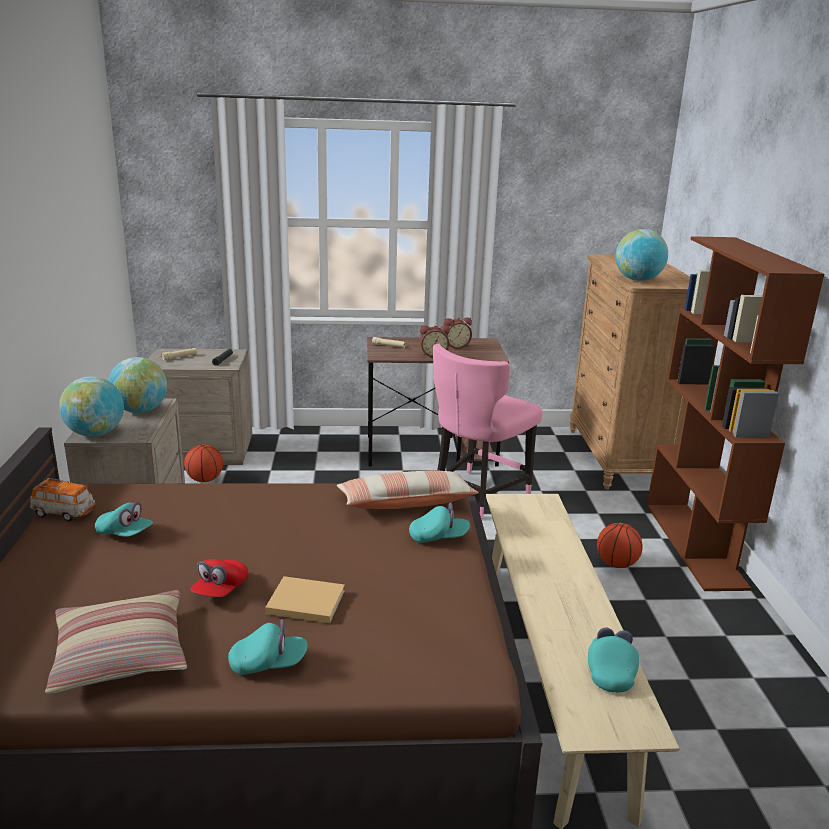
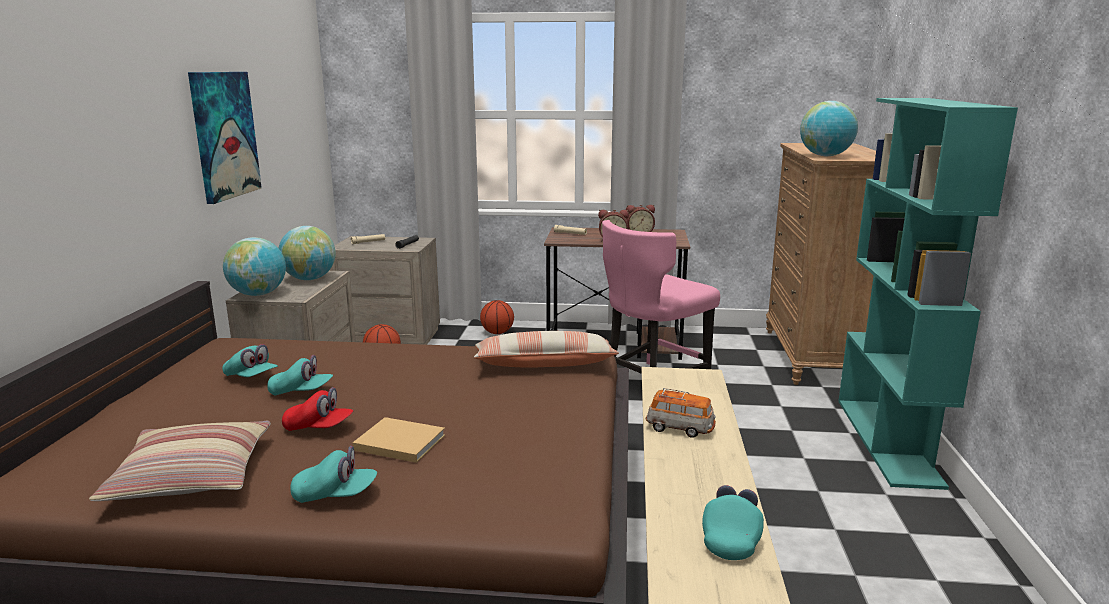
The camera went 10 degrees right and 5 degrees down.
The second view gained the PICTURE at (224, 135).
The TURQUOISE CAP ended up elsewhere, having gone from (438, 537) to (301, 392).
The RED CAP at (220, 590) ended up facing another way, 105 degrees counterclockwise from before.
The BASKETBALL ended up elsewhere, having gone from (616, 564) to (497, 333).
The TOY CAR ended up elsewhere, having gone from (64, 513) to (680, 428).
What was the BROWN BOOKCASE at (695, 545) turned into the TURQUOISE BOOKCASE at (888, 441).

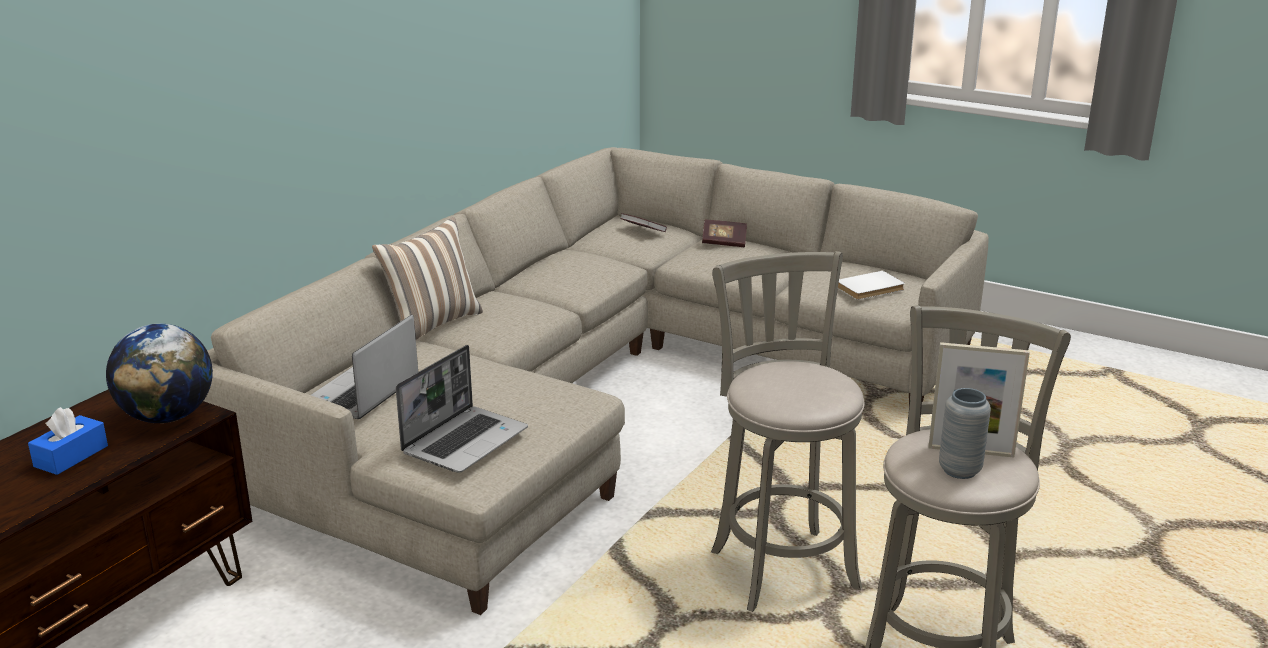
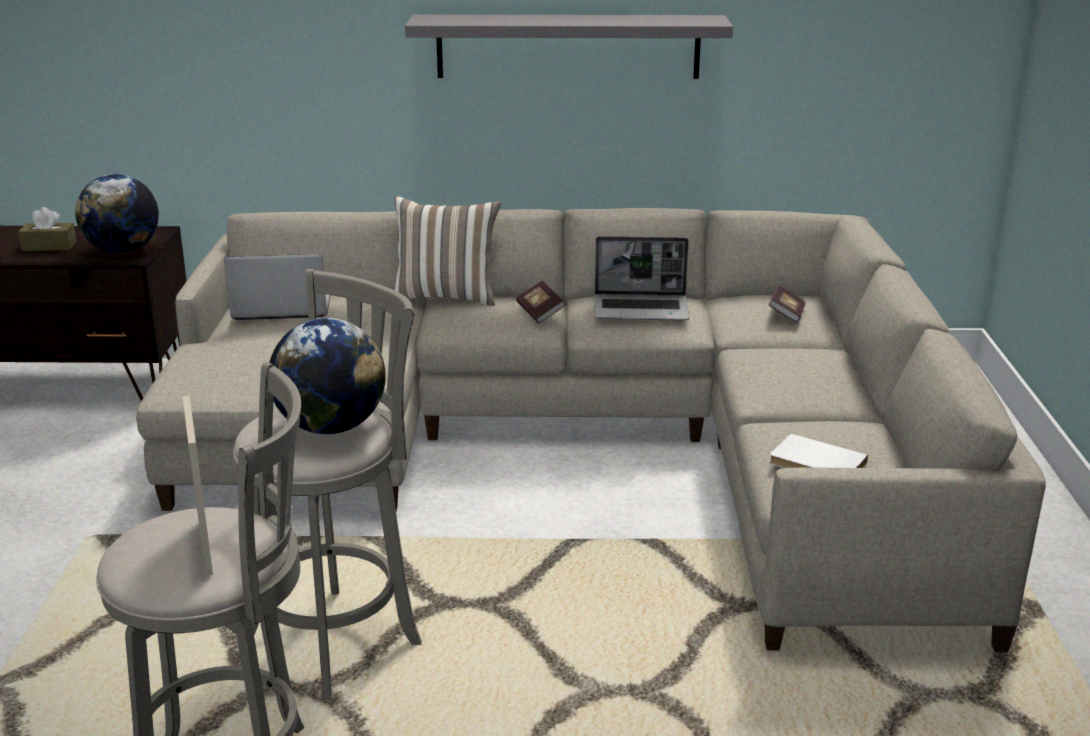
The camera went 60 degrees right and 0 degrees up.
What was the BLUE TISSUE BOX at (71, 456) turned into the BROWN TISSUE BOX at (49, 246).
The second view gained the GLOBE at (331, 427).
The second view gained the GREY SHELF at (568, 46).
The BOOK ended up elsewhere, having gone from (724, 242) to (540, 313).
The LAPTOP ended up elsewhere, having gone from (465, 441) to (642, 309).
The second view lost the GREY VASE at (959, 470).

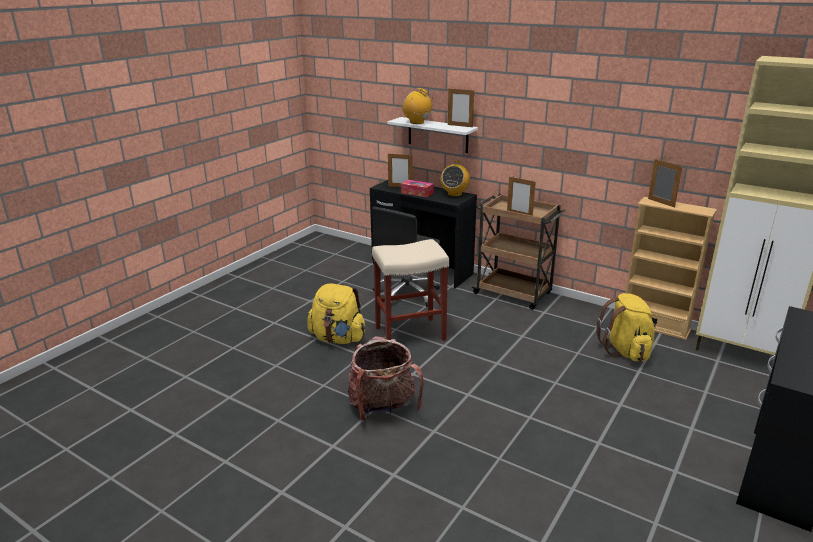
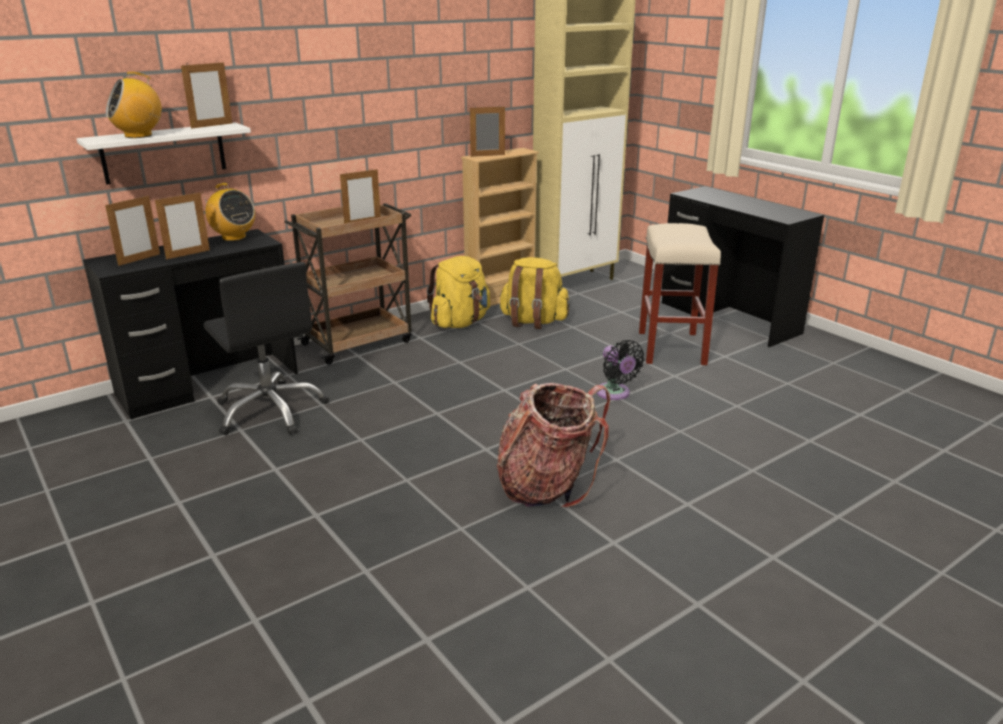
The camera went 70 degrees left and 0 degrees up.
Where the TISSUE BOX stood at (417, 193), the PICTURE FRAME came to stand at (188, 254).
The YELLOW BACKPACK ended up elsewhere, having gone from (338, 338) to (460, 323).
The second view gained the BLACK FAN at (615, 394).
The BEIGE STOOL ended up elsewhere, having gone from (411, 333) to (670, 347).

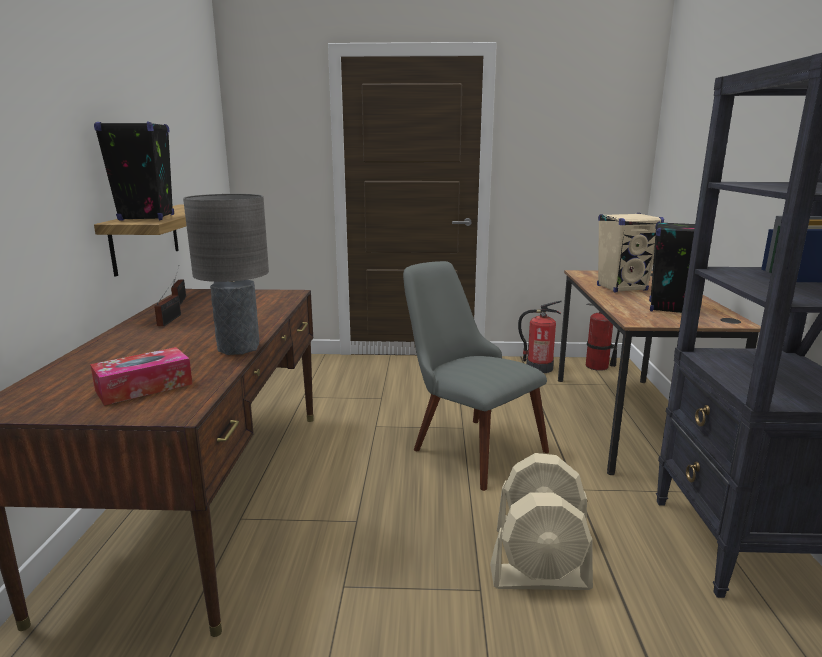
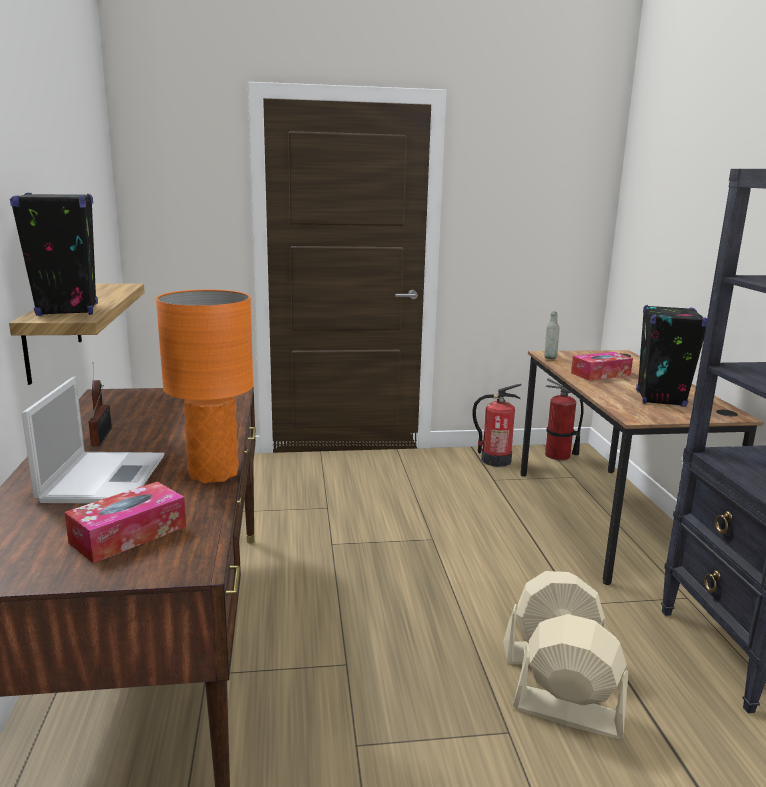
The camera went 10 degrees left and 0 degrees up.
The second view gained the LAPTOP at (104, 477).
What was the GREY TABLE LAMP at (239, 348) turned into the ORANGE TABLE LAMP at (213, 473).
The BEIGE FAN at (540, 578) ended up facing another way, 150 degrees counterclockwise from before.
The second view gained the GREY BOTTLE at (550, 358).
Where the BEIGE SPEAKER stood at (622, 288), the TISSUE BOX came to stand at (600, 374).
The second view lost the GREY CHAIR at (466, 445).

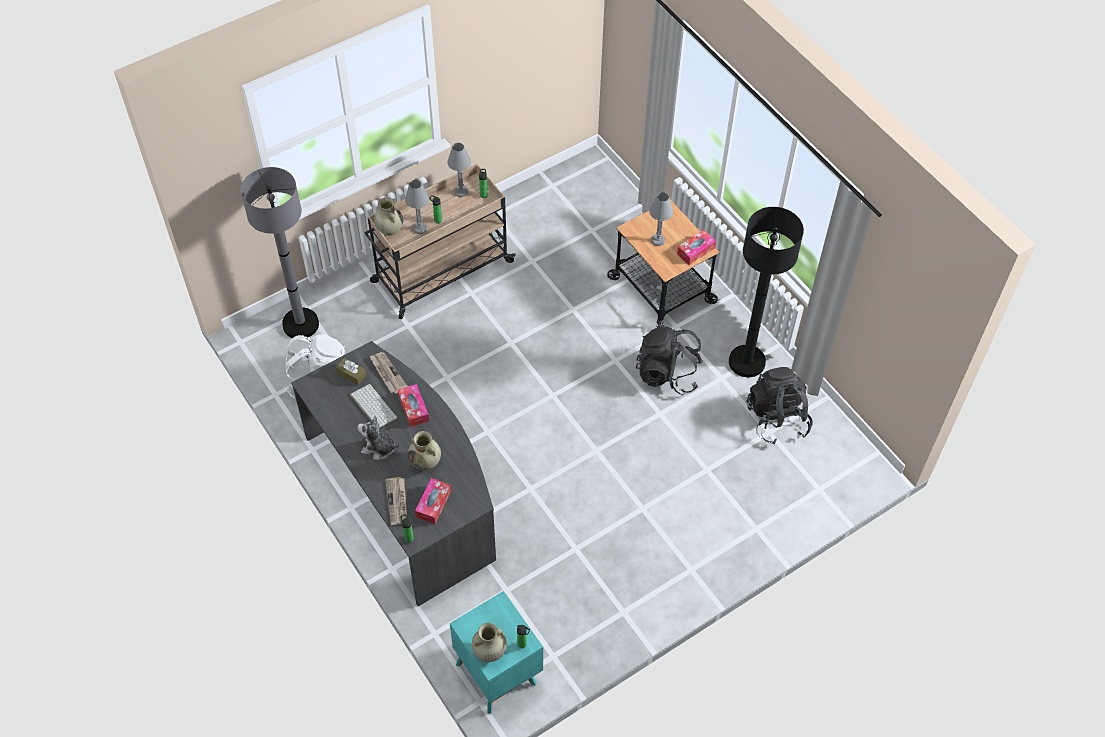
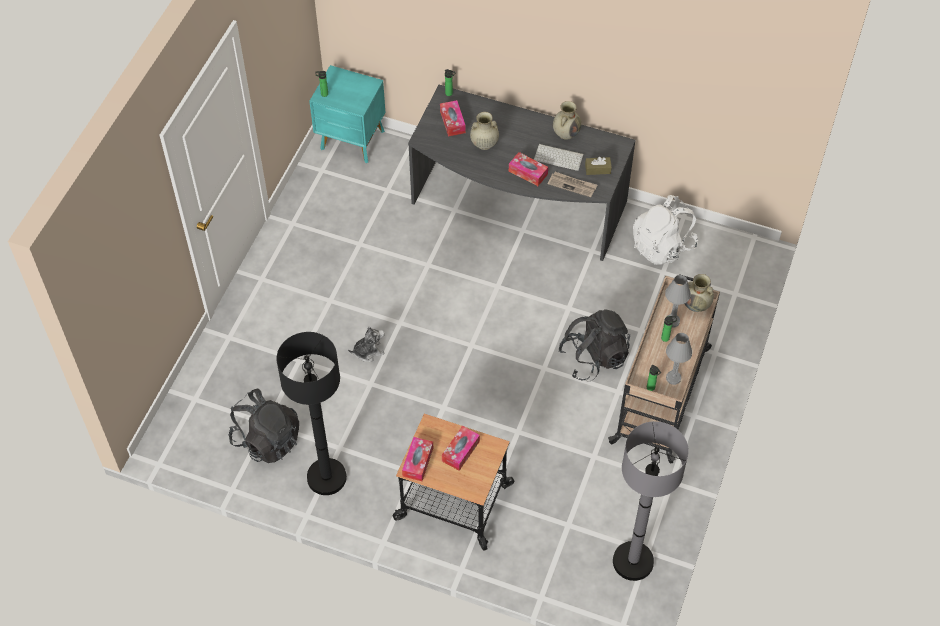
The camera went 145 degrees right and 0 degrees up.
The PLUSH TOY ended up elsewhere, having gone from (379, 448) to (368, 351).
Where the GREY TABLE LAMP stood at (658, 240), the TISSUE BOX came to stand at (460, 451).
The BEIGE VASE ended up elsewhere, having gone from (489, 651) to (566, 133).
The BLACK BACKPACK ended up elsewhere, having gone from (668, 373) to (594, 357).
The GREY FLOOR LAMP ended up elsewhere, having gone from (300, 324) to (633, 561).
The second view lost the NEWSPAPER at (397, 502).

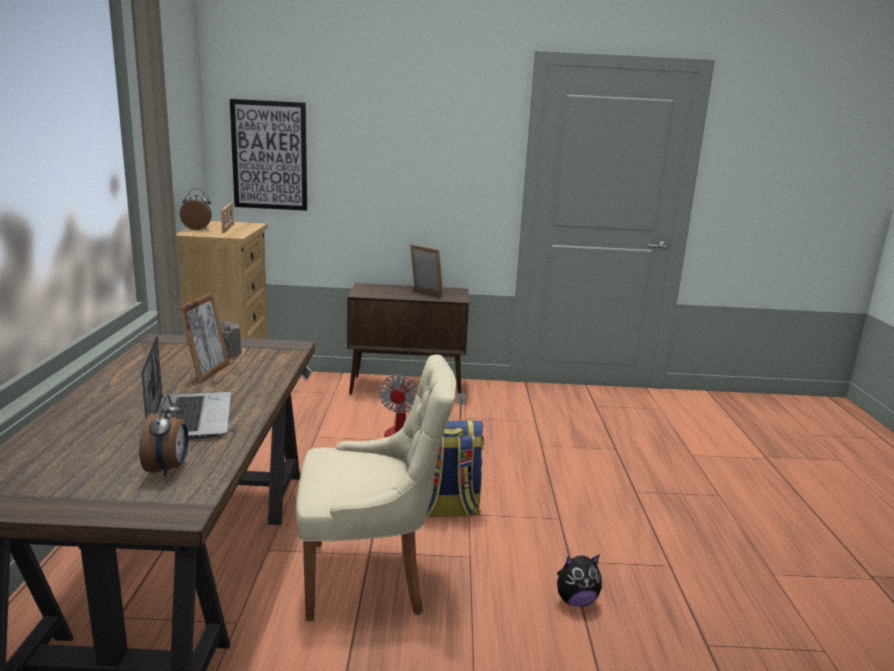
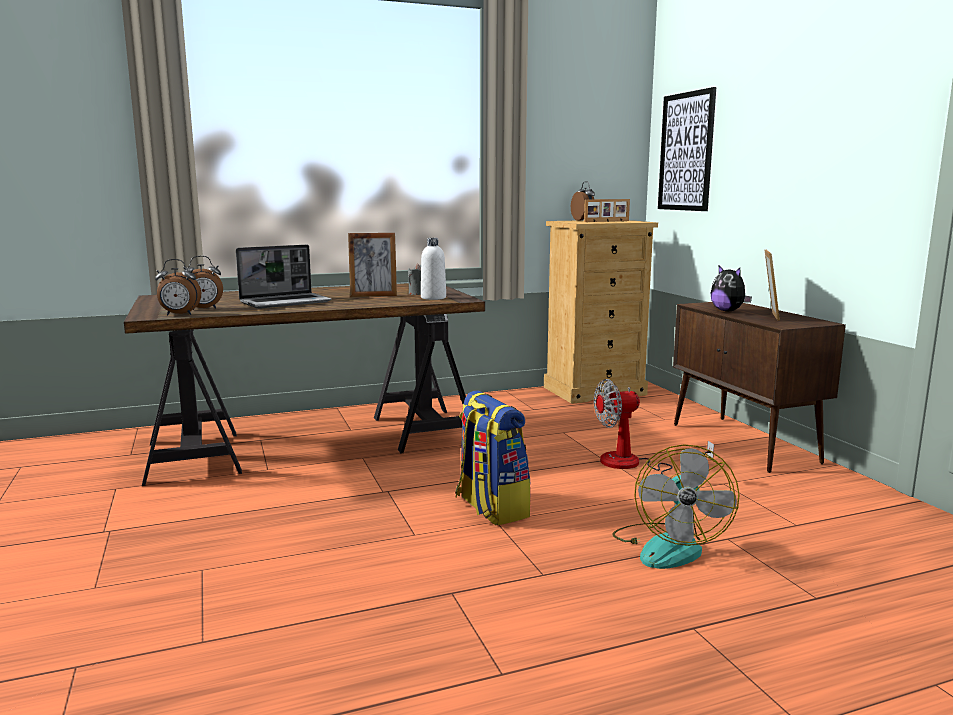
The camera went 70 degrees right and 5 degrees down.
The second view gained the ALARM CLOCK at (179, 315).
The second view gained the WHITE BOTTLE at (433, 298).
The second view gained the FAN at (668, 546).
The PLUSH TOY ended up elsewhere, having gone from (576, 601) to (728, 311).
The second view lost the BEIGE CHAIR at (371, 577).

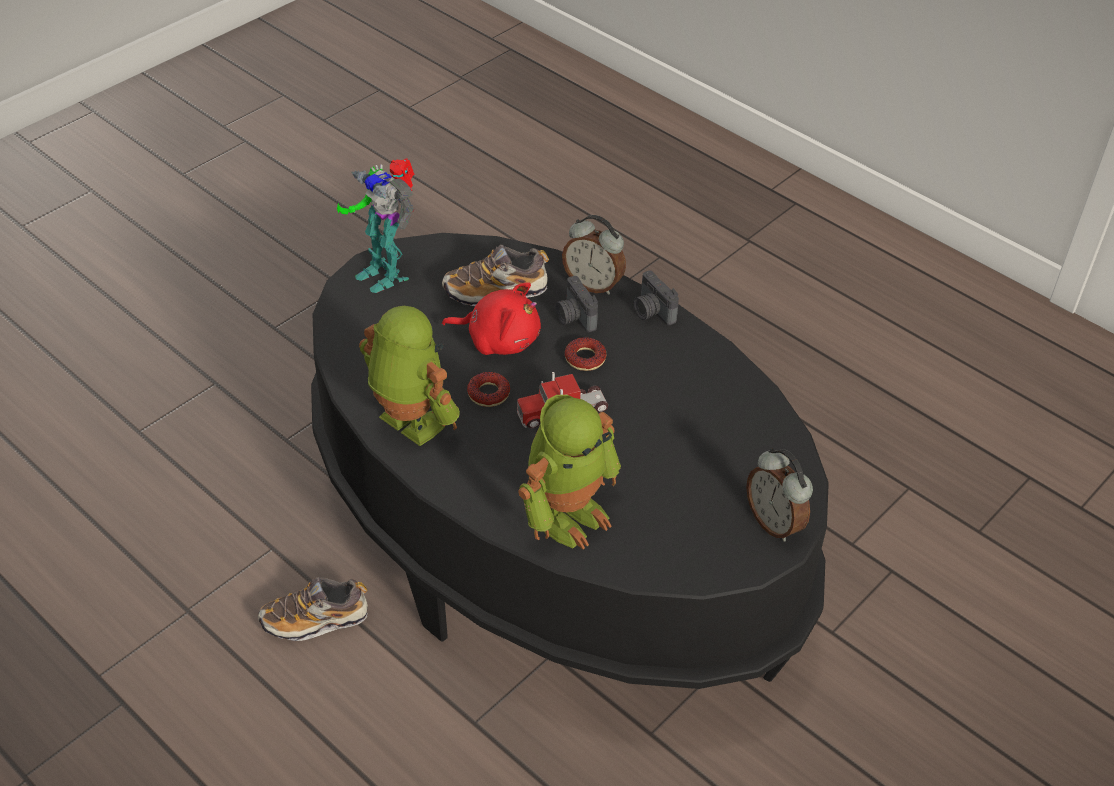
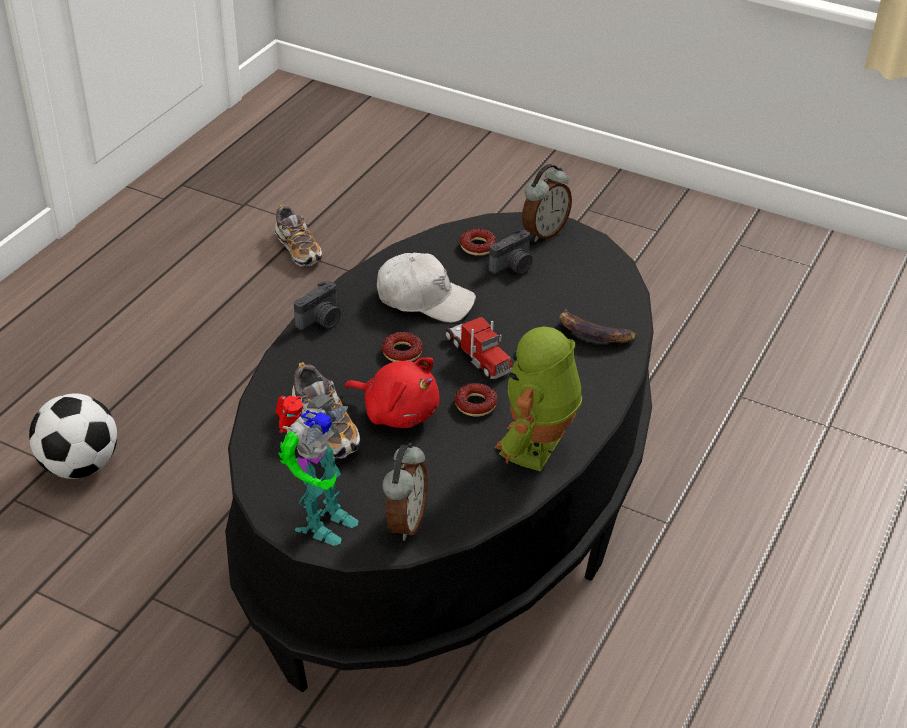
The camera went 105 degrees left and 5 degrees down.
The second view gained the FOOTBALL at (80, 466).
The SHOE ended up elsewhere, having gone from (315, 620) to (298, 249).
The RED PLUSH TOY at (499, 339) ended up facing another way, 120 degrees clockwise from before.
The second view gained the WHITE CAP at (424, 299).
The ALARM CLOCK ended up elsewhere, having gone from (593, 284) to (405, 522).
The second view gained the DONUT at (478, 246).
The PHOTO CAMERA ended up elsewhere, having gone from (574, 317) to (513, 267).
Where the TOY ROBOT stood at (567, 514), the BANANA came to stand at (592, 333).

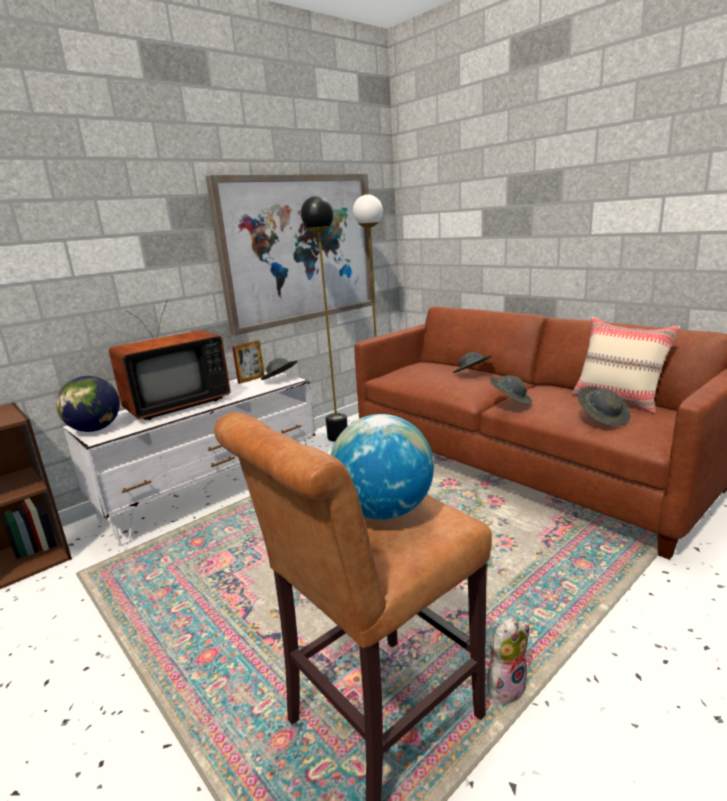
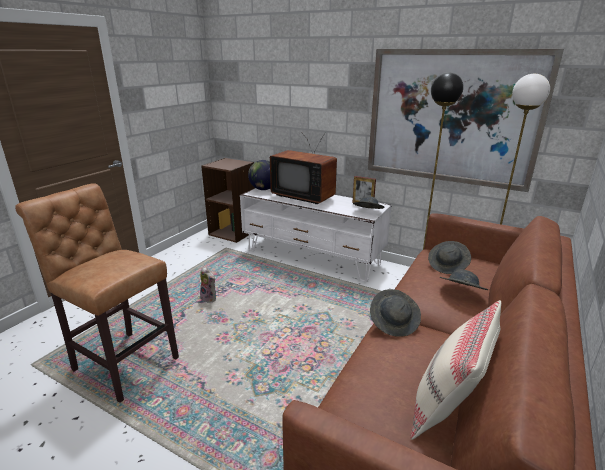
The camera went 70 degrees right and 5 degrees up.
The PLUSH TOY ended up elsewhere, having gone from (505, 686) to (210, 298).
The GREY HAT ended up elsewhere, having gone from (603, 418) to (448, 266).
The second view lost the GLOBE at (383, 511).

